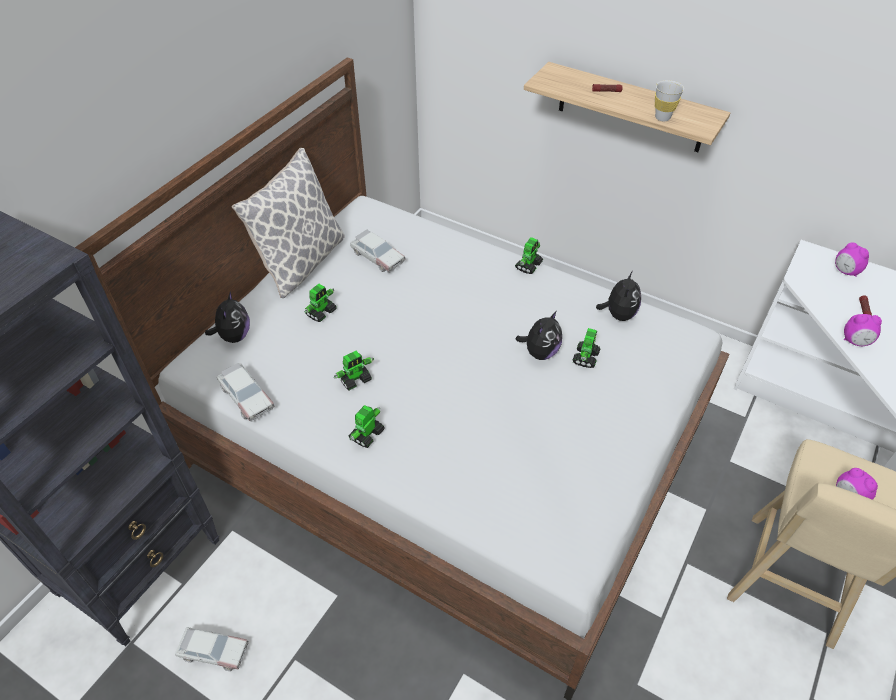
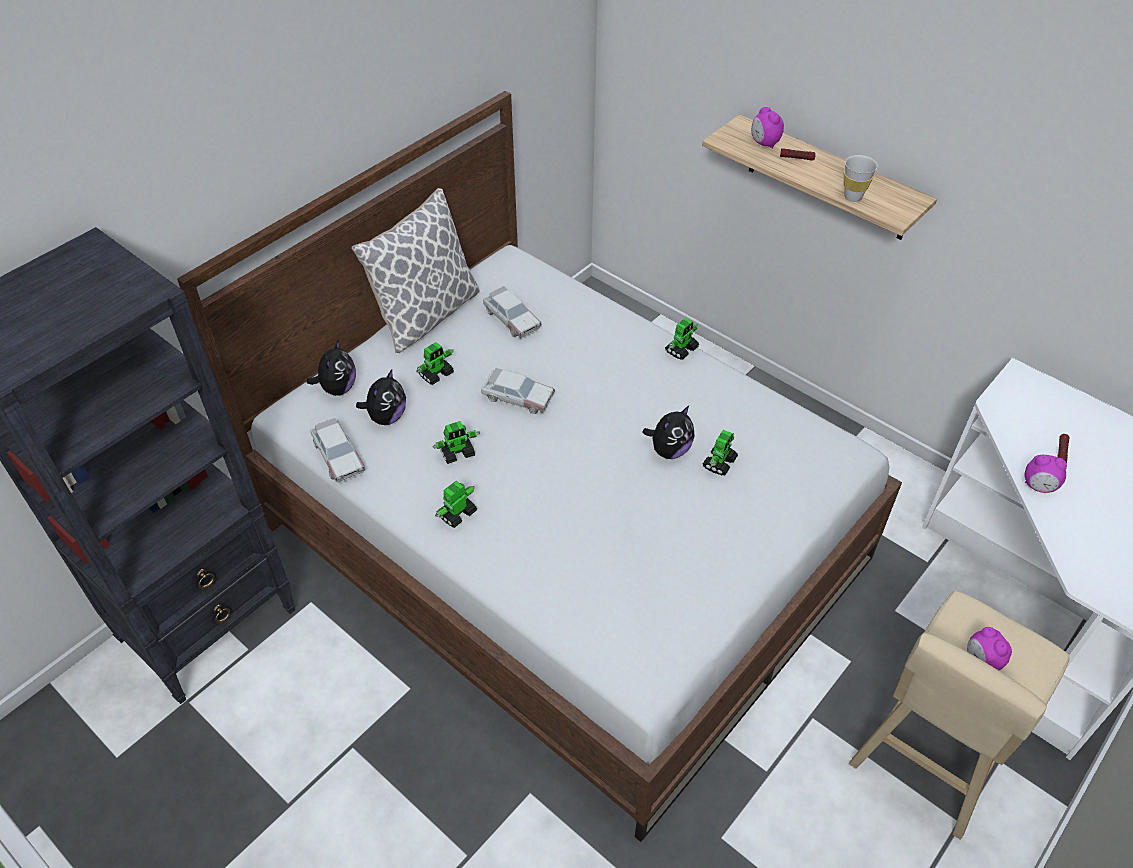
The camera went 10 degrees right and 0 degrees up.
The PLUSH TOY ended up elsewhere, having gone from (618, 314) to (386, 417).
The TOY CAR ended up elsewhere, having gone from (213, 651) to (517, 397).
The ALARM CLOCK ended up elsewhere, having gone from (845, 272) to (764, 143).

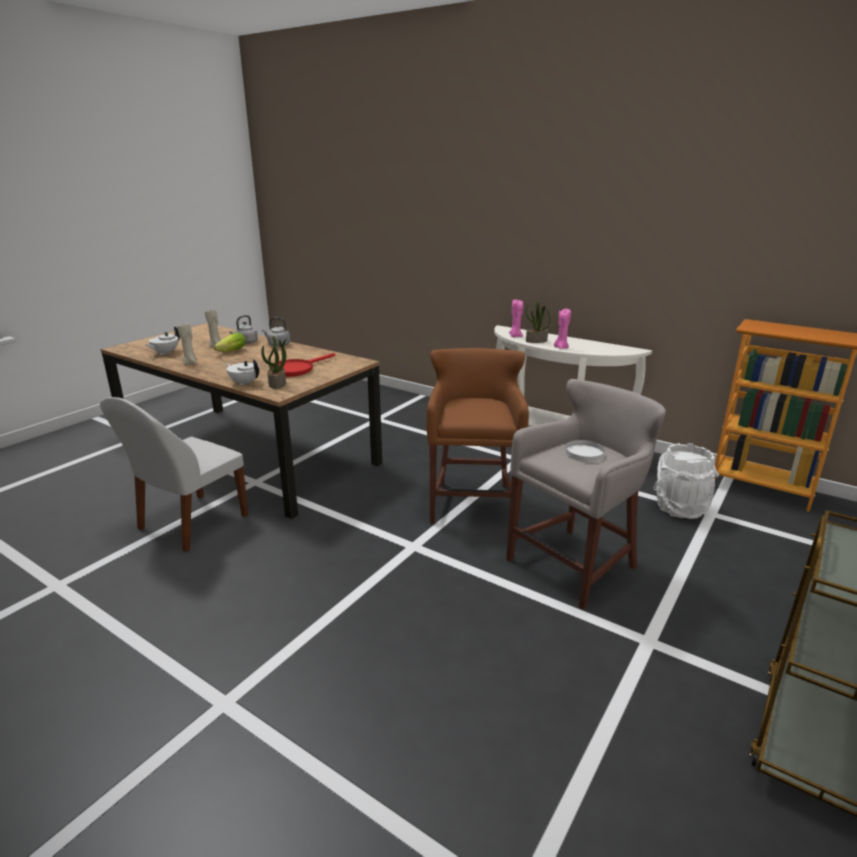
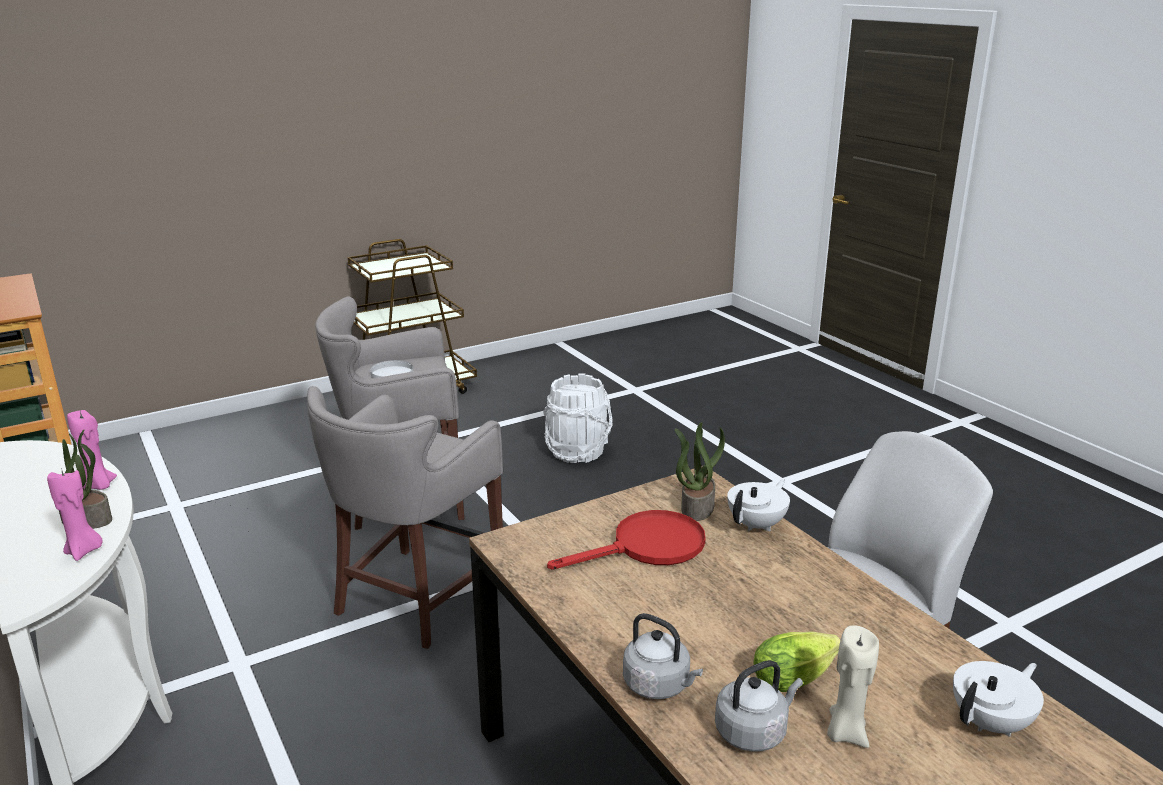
The camera went 155 degrees left and 0 degrees up.
What was the BROWN STOOL at (473, 501) turned into the GREY STOOL at (415, 599).
The WHITE BUCKET ended up elsewhere, having gone from (680, 507) to (577, 451).
The WHITE TEAPOT at (244, 383) ended up facing another way, 105 degrees counterclockwise from before.
The second view lost the BEIGE CANDLE at (190, 363).

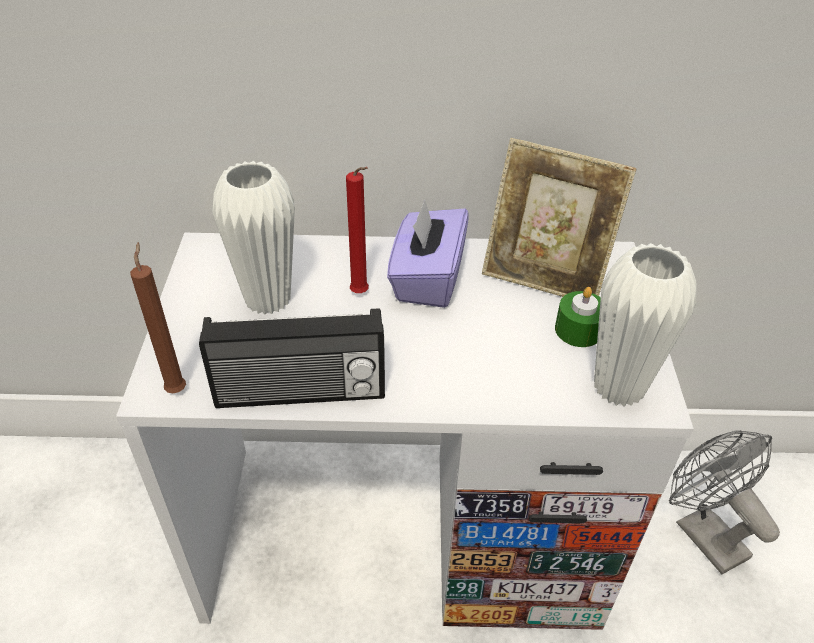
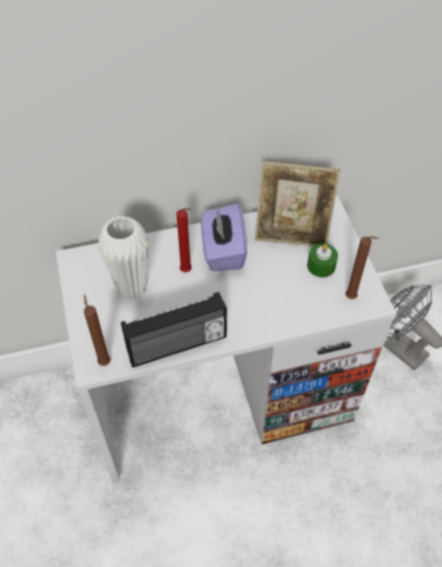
The camera went 15 degrees left and 10 degrees up.
Where the WHITE VASE stood at (619, 387), the BROWN CANDLE came to stand at (352, 298).

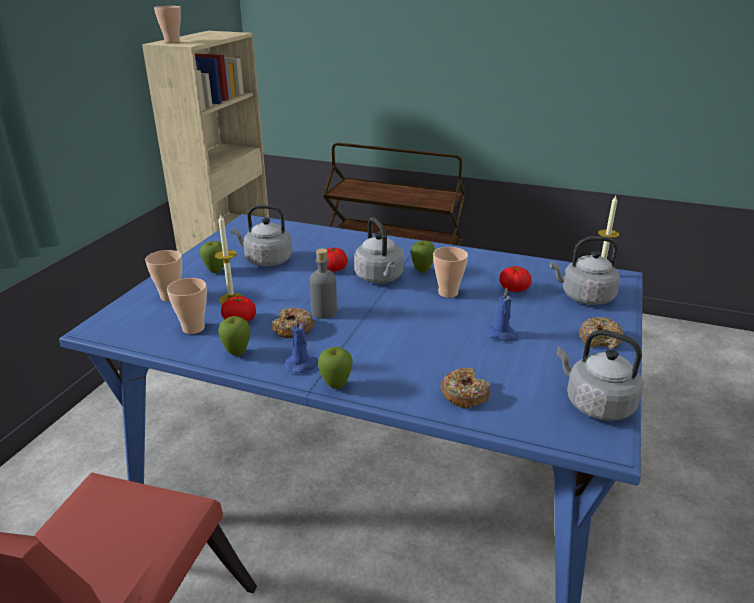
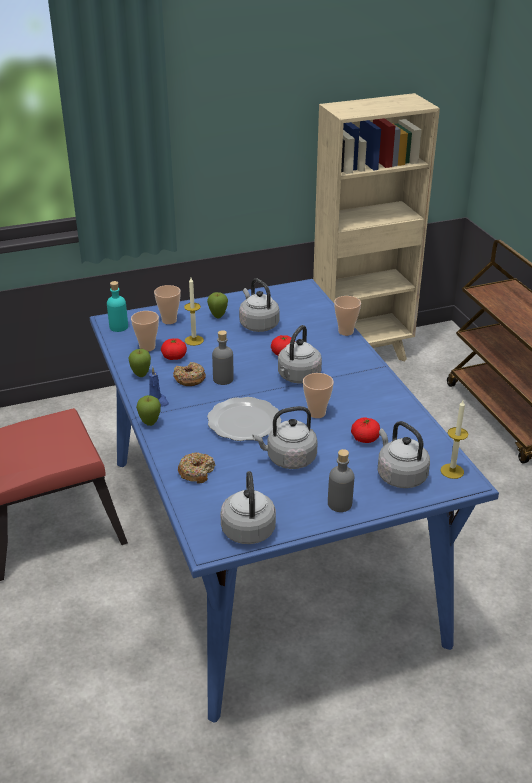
The camera went 50 degrees right and 5 degrees up.
The second view gained the TURQUOISE BOTTLE at (118, 327).
The second view gained the PLATE at (243, 421).
Where the BLUE CANDLE stood at (502, 335), the GREY KETTLE came to stand at (288, 459).
Where the DONUT stood at (600, 339), the GREY BOTTLE came to stand at (339, 504).
The CUP ended up elsewhere, having gone from (172, 41) to (345, 331).
The second view lost the APPLE at (422, 271).

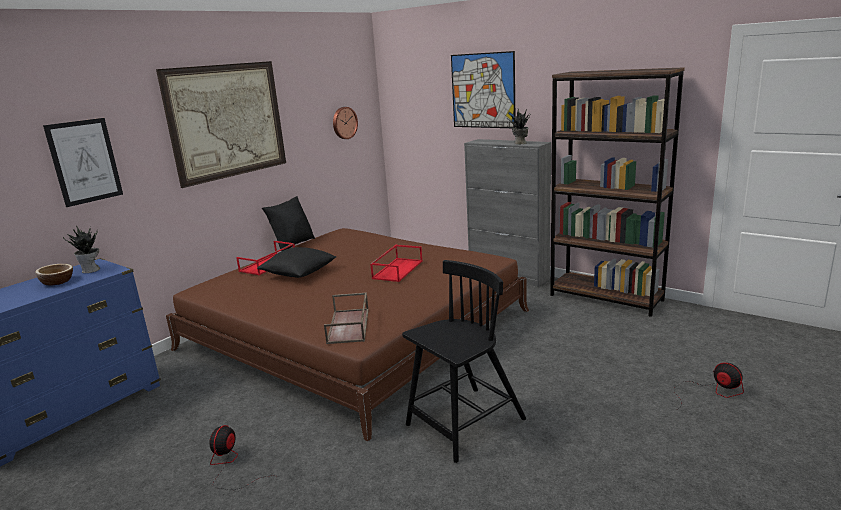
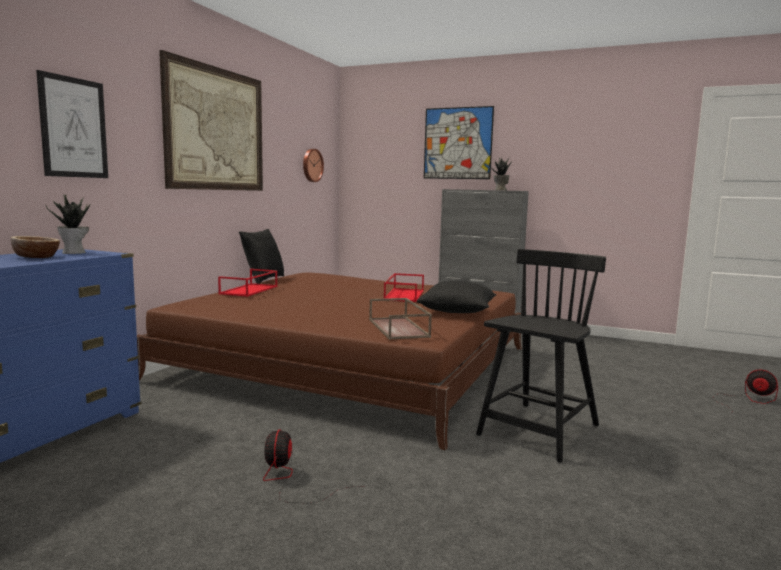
The camera went 15 degrees left and 10 degrees down.
The BLACK PILLOW ended up elsewhere, having gone from (299, 274) to (458, 312).
The second view lost the BROWN BOOKCASE at (606, 298).

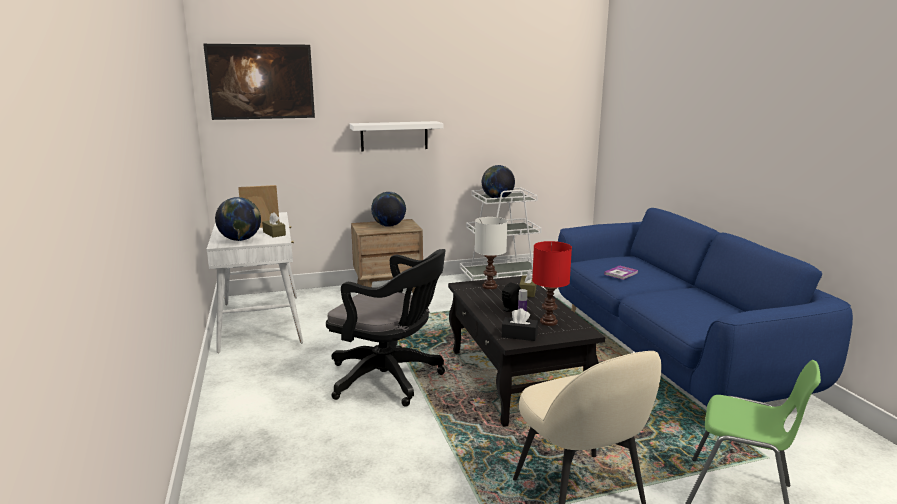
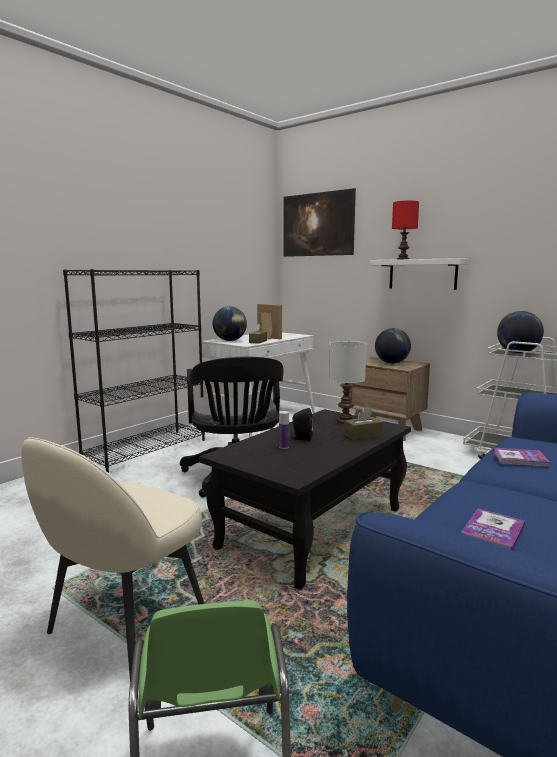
The camera went 55 degrees right and 5 degrees down.
The second view gained the BLACK BOOKCASE at (146, 450).
The RED TABLE LAMP ended up elsewhere, having gone from (549, 322) to (403, 259).
The second view gained the BOOK at (493, 532).
The second view lost the BLACK TISSUE BOX at (519, 335).

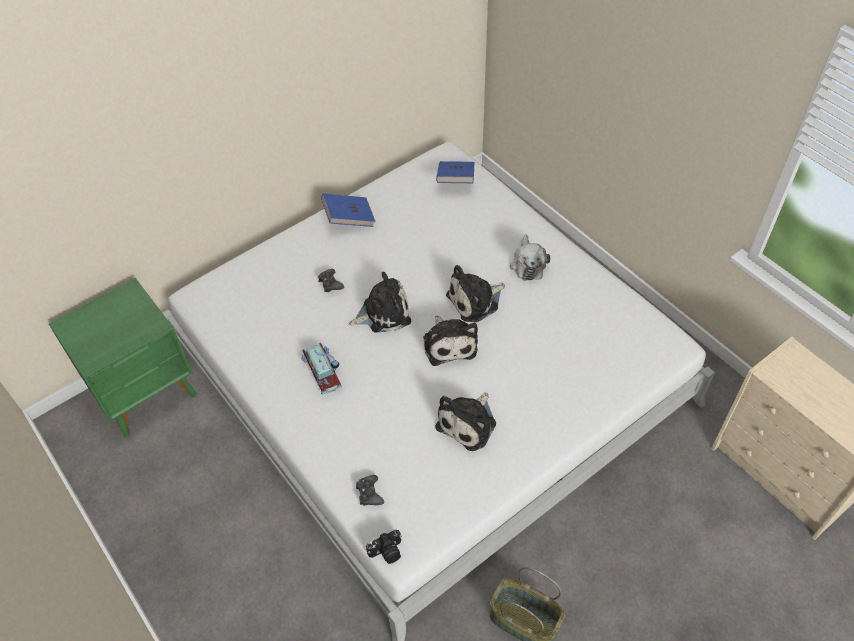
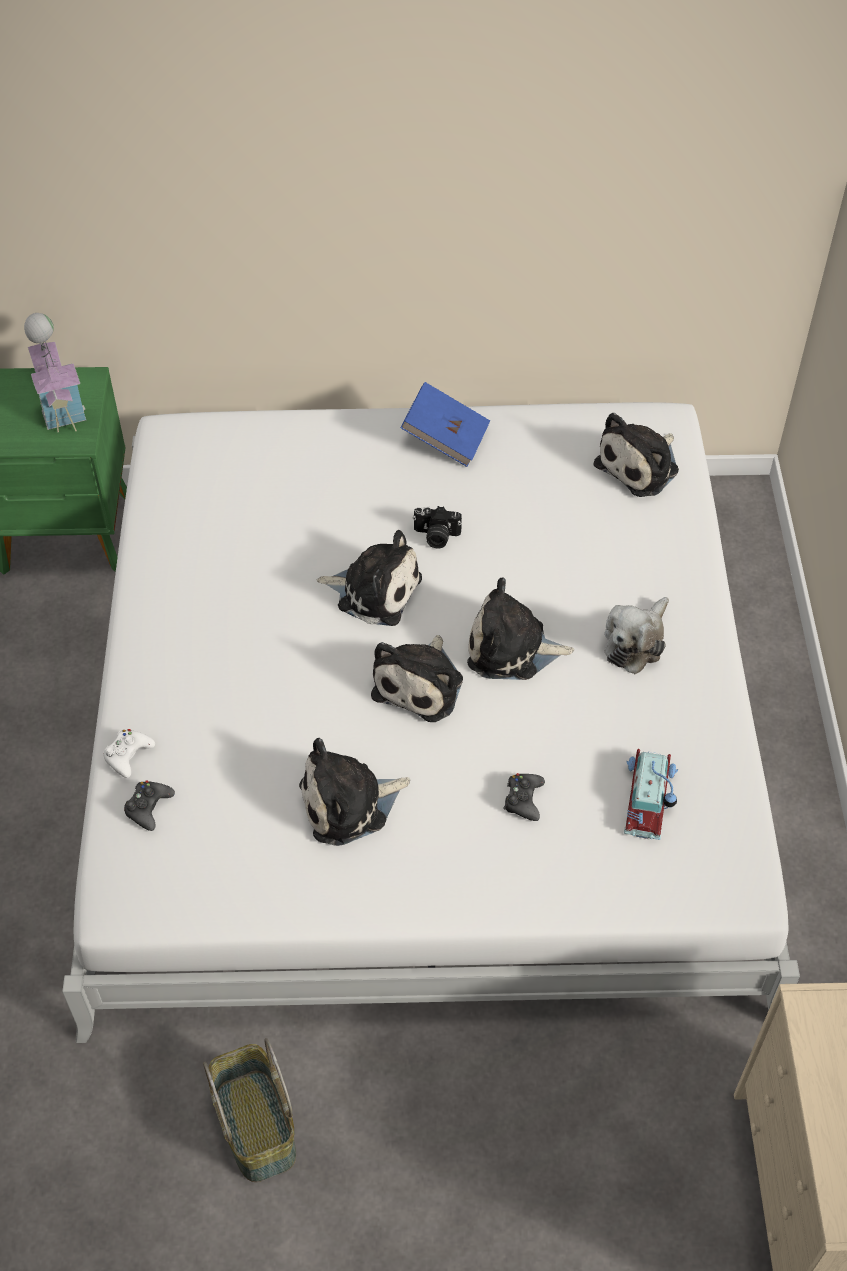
The camera went 35 degrees right and 0 degrees up.
The second view gained the TOY HOUSE at (60, 403).
The second view gained the WHITE GAME CONTROLLER at (128, 755).
The PHOTO CAMERA ended up elsewhere, having gone from (387, 553) to (436, 536).
The BLACK GAME CONTROLLER ended up elsewhere, having gone from (330, 283) to (523, 799).
Where the BLUE BOOK stood at (455, 181), the PLUSH TOY came to stand at (640, 466).
The TOY CAR ended up elsewhere, having gone from (323, 369) to (649, 796).

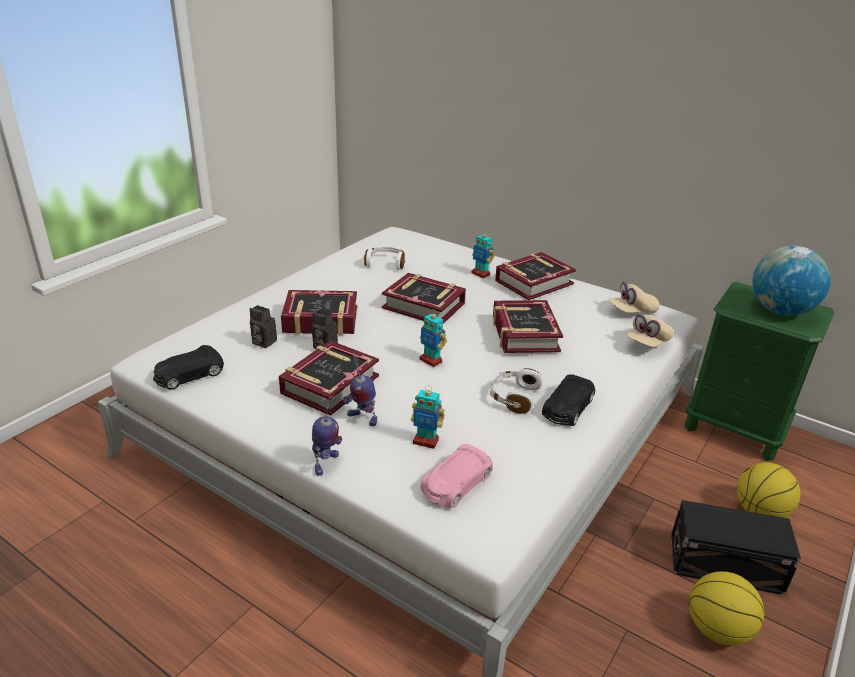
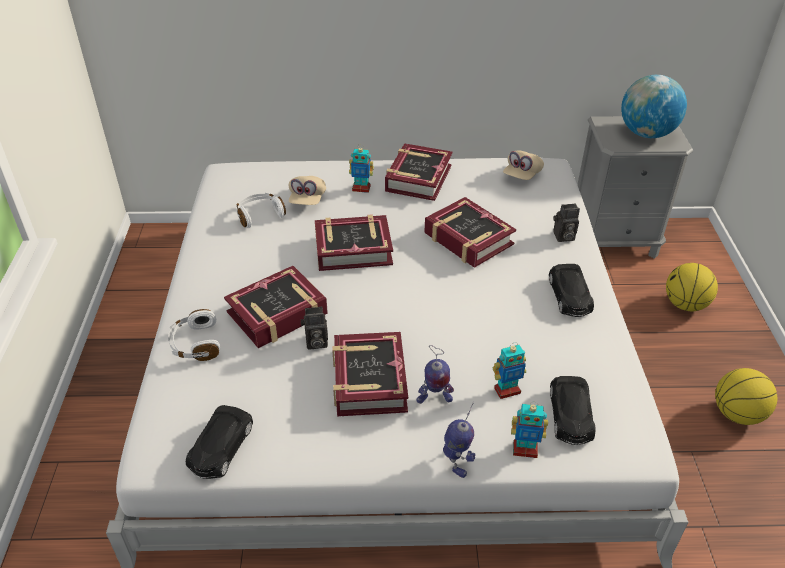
The camera went 35 degrees left and 10 degrees up.
The WHITE HEADPHONES ended up elsewhere, having gone from (513, 397) to (195, 344).
The BEIGE CAP ended up elsewhere, having gone from (647, 343) to (307, 200).
The TOY ROBOT ended up elsewhere, having gone from (431, 360) to (525, 449).
What was the PINK TOY CAR at (456, 484) turned into the BLACK TOY CAR at (570, 416).
The PHOTO CAMERA ended up elsewhere, having gone from (262, 342) to (563, 237).
What was the GREEN NIGHTSTAND at (735, 429) turned into the GREY NIGHTSTAND at (614, 240).
The second view lost the BLACK STORAGE BOX at (727, 565).

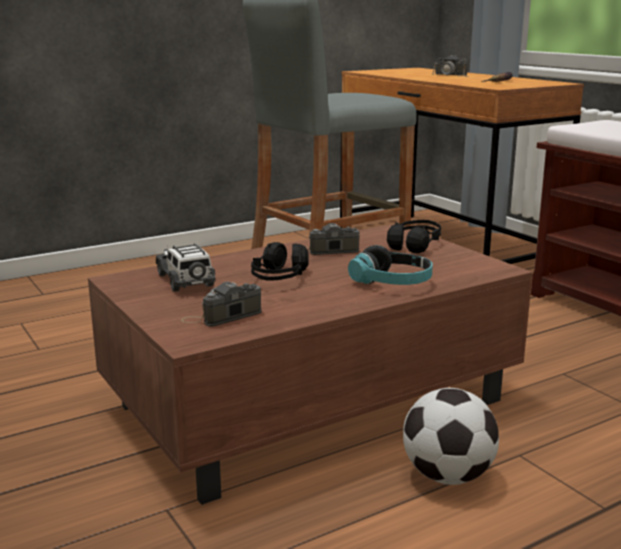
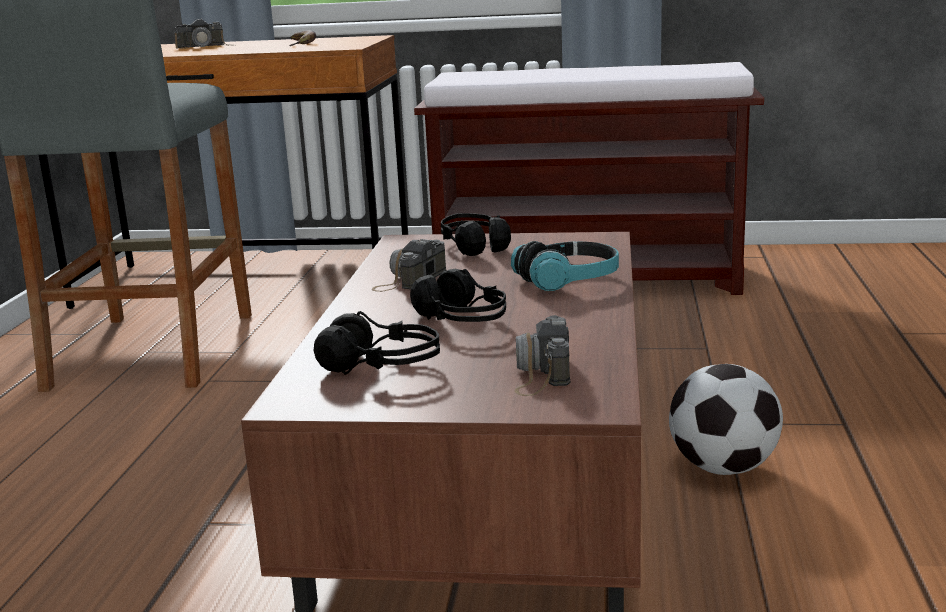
The camera went 50 degrees left and 0 degrees up.
Where the TOY CAR stood at (186, 281), the BLACK HEADPHONES came to stand at (381, 365).

